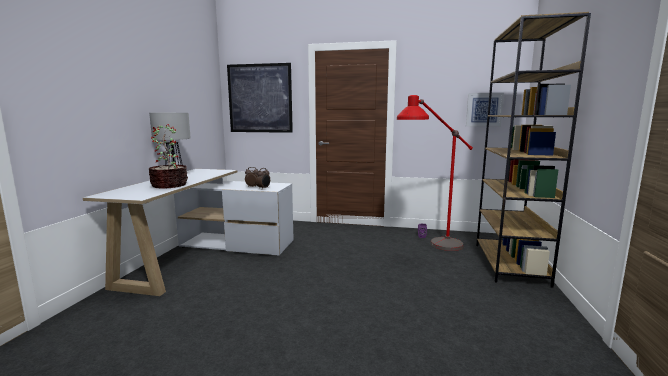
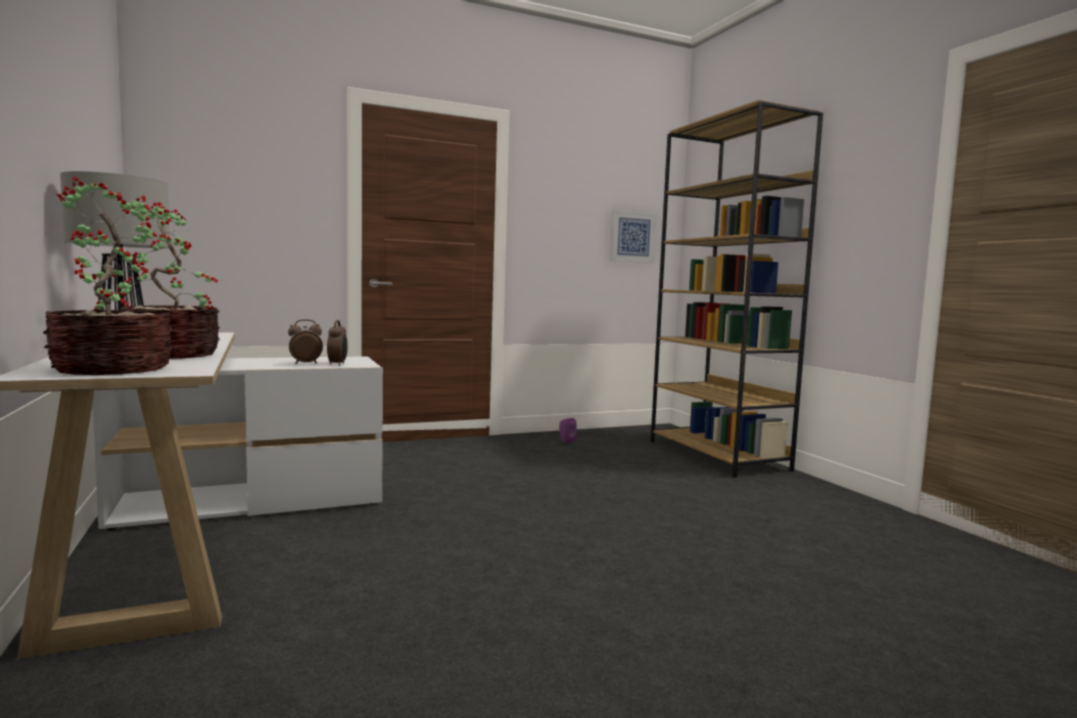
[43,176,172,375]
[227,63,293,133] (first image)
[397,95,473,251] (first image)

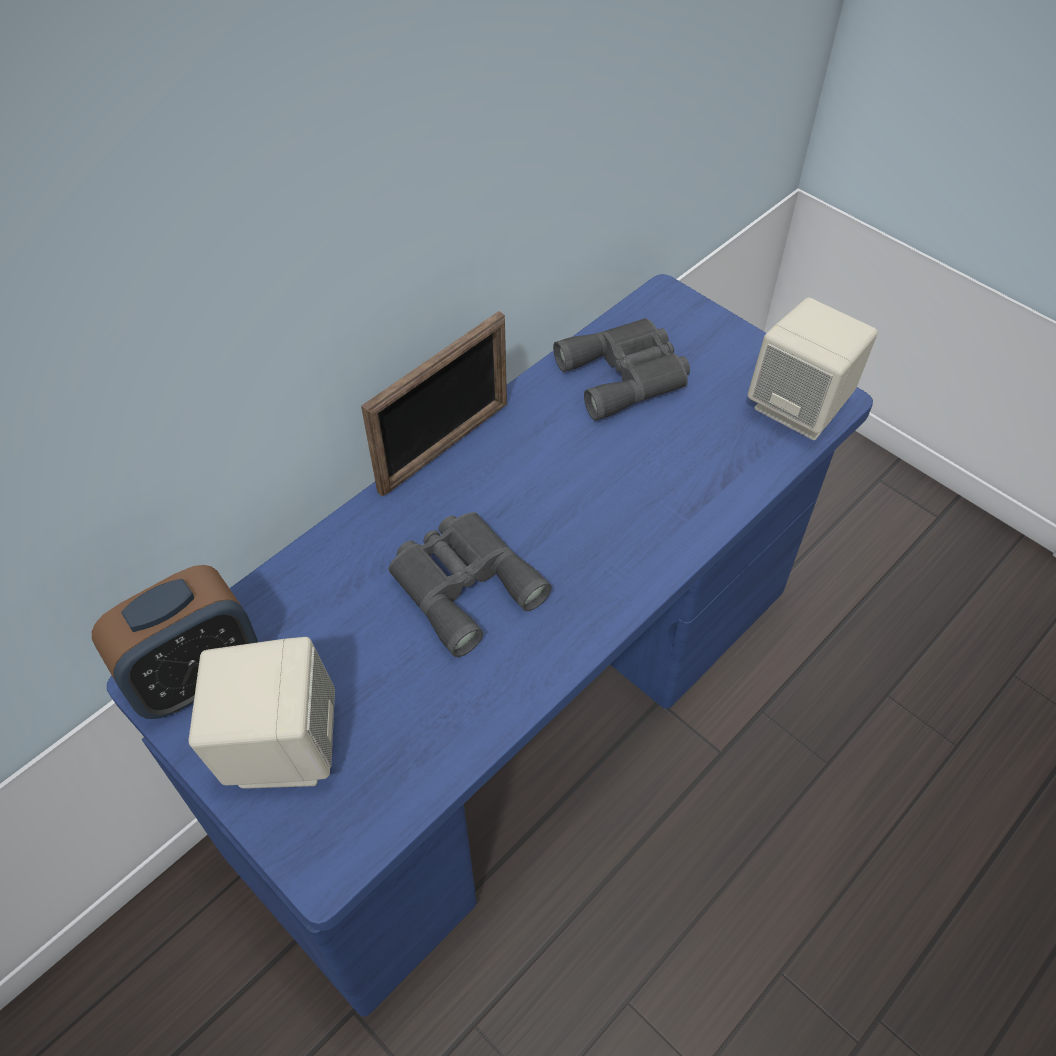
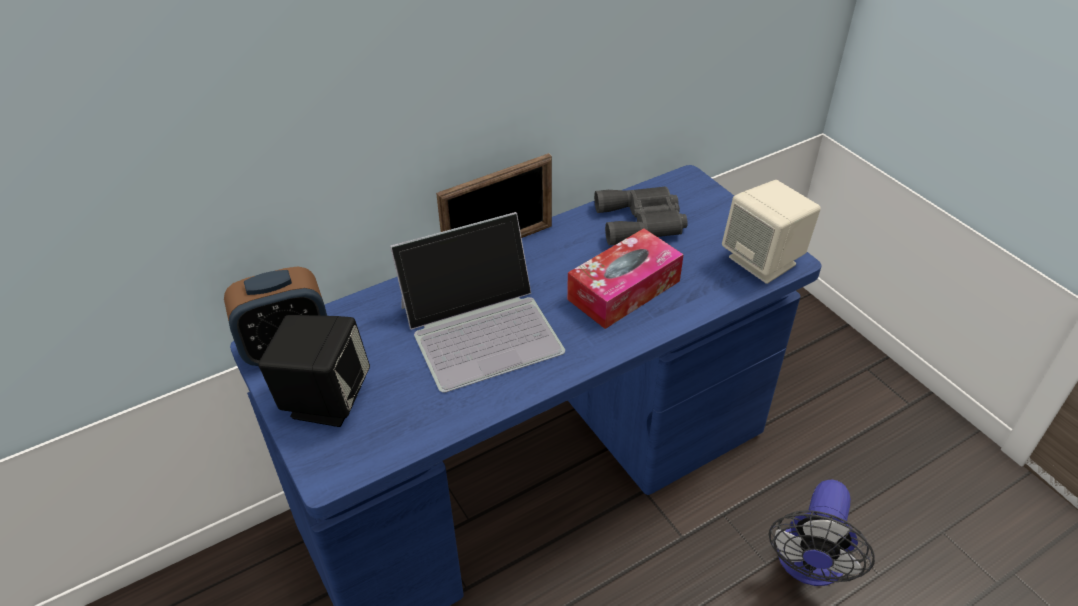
[258,315,370,427]
[390,212,565,393]
[567,228,684,329]
[769,479,875,586]

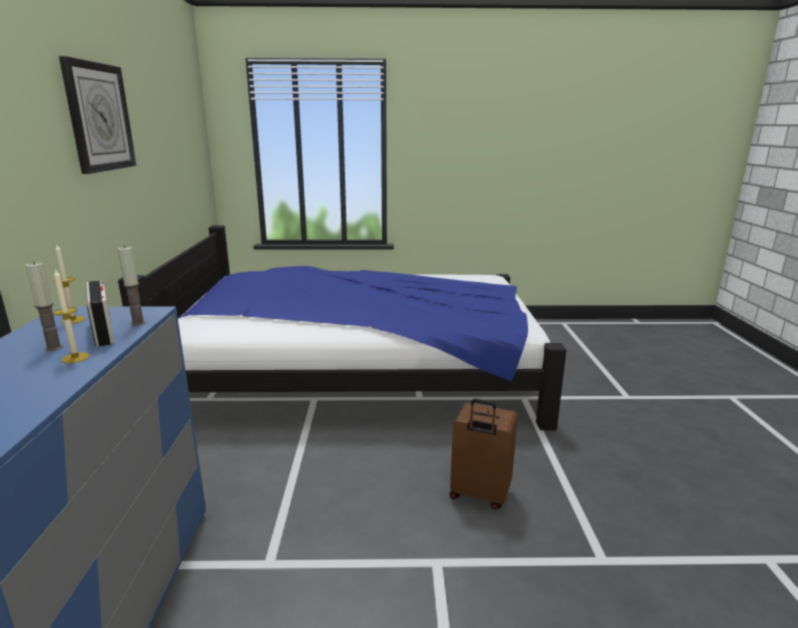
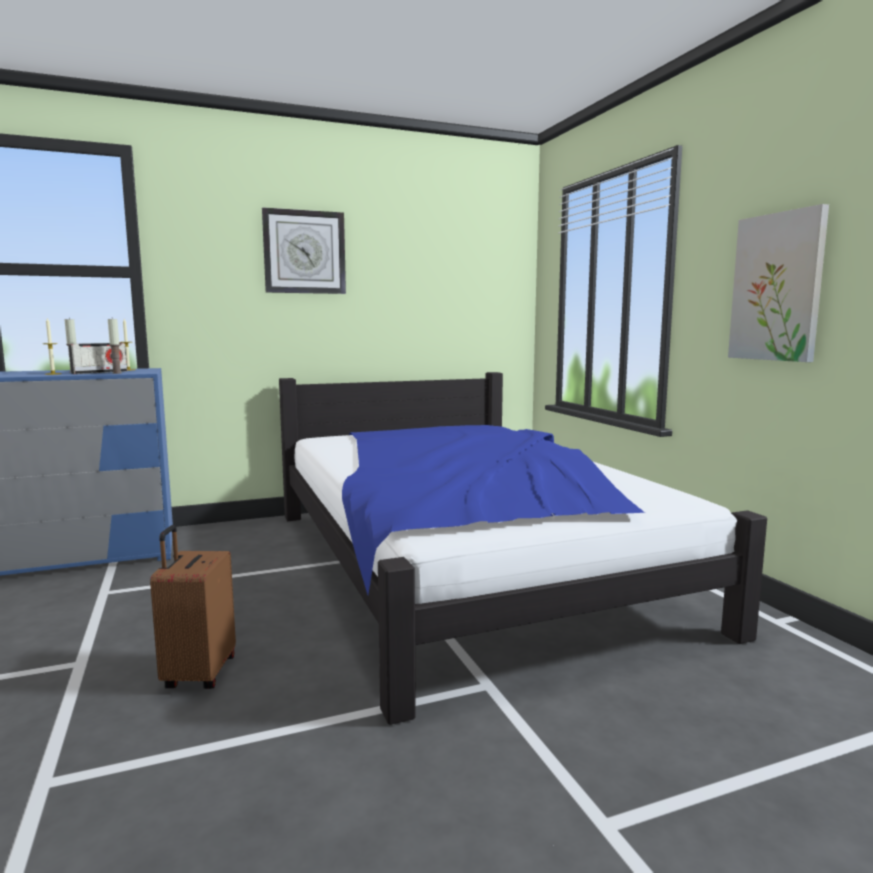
[728,204,829,362]

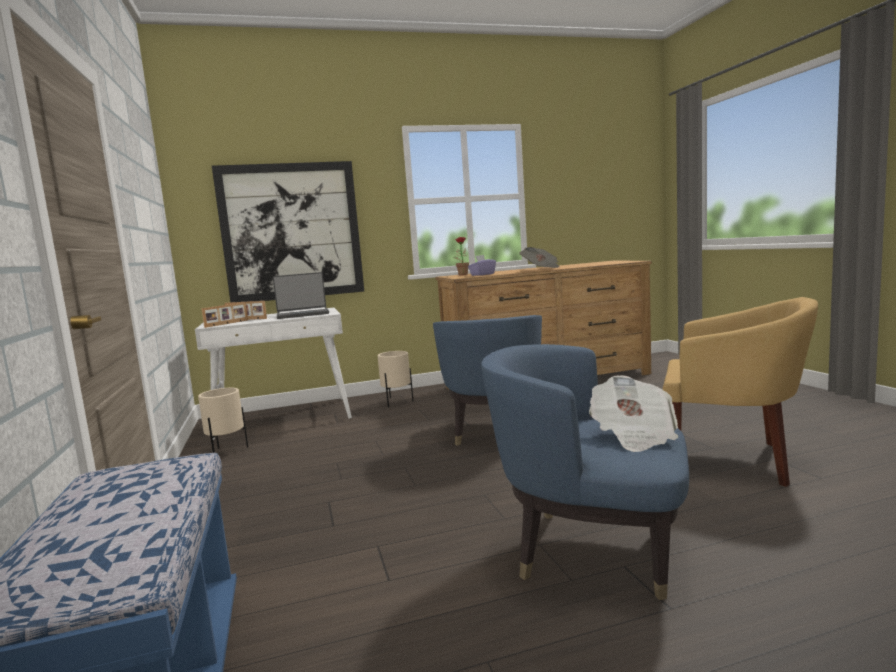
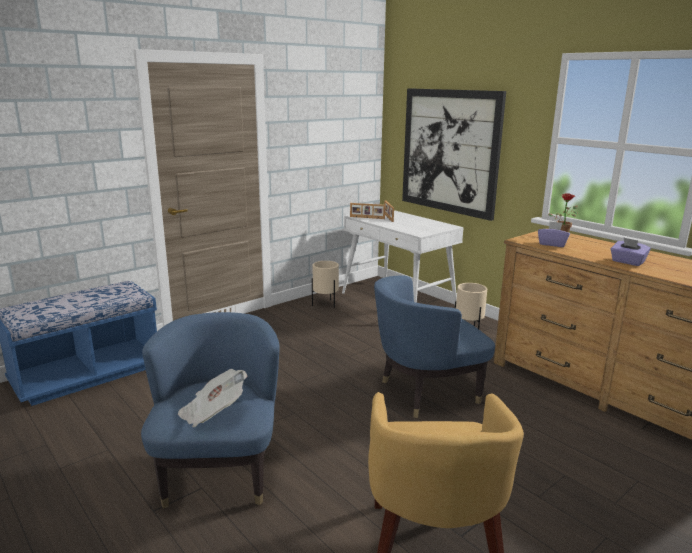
[611,238,651,266]
[273,272,329,319] (first image)

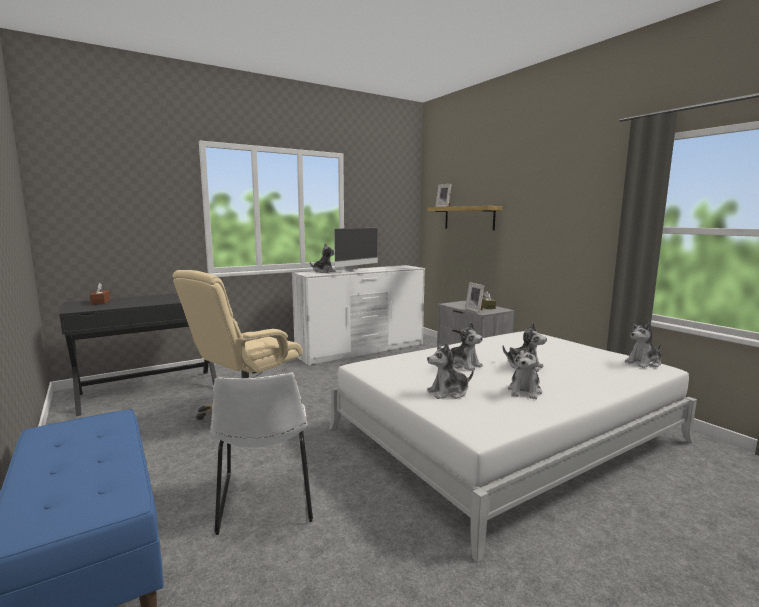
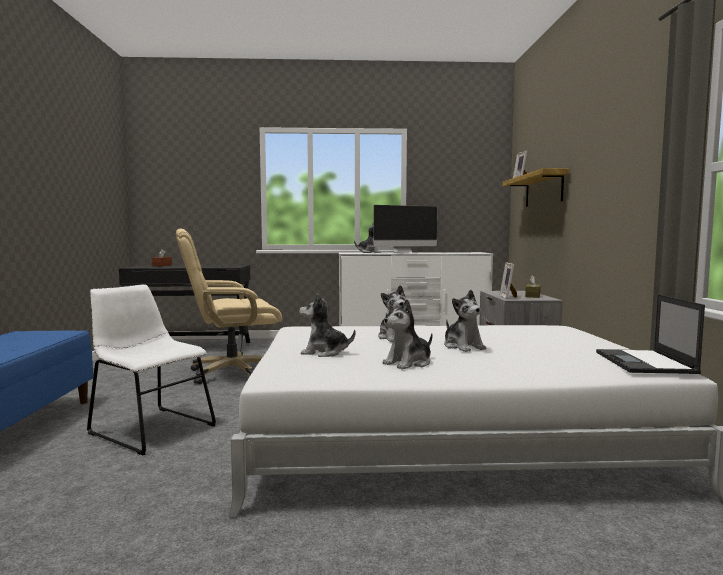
[87,284,216,456]
[596,294,705,374]

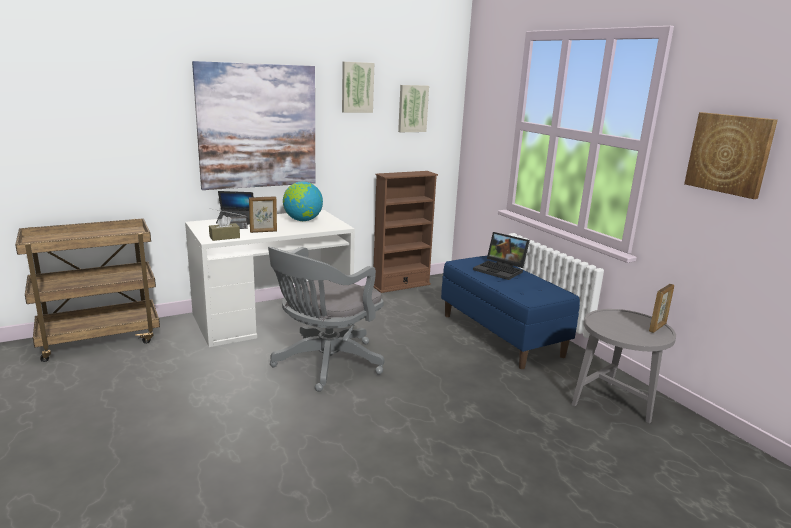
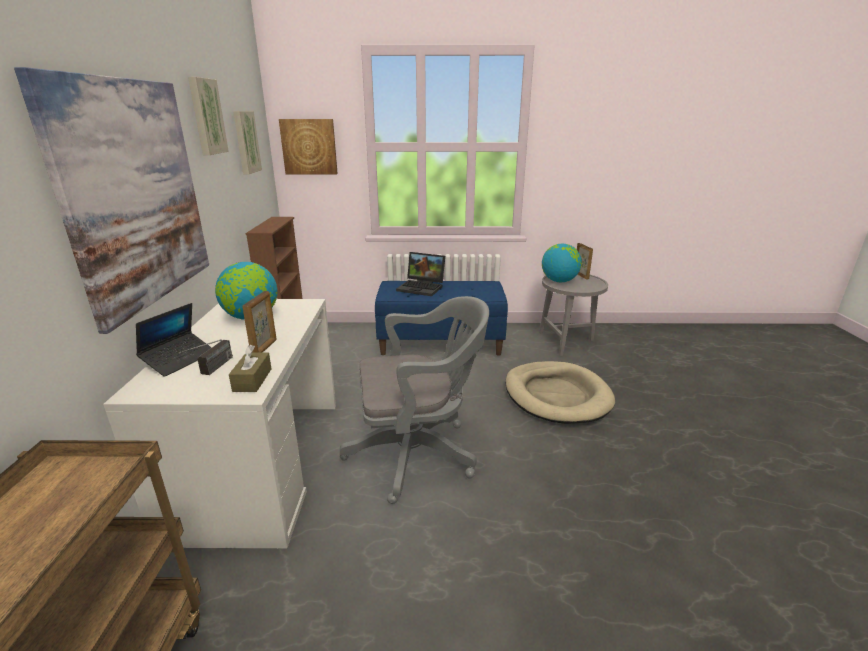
[279,119,338,175]
[340,296,489,504]
[396,252,445,296]
[505,361,615,424]
[542,244,582,283]

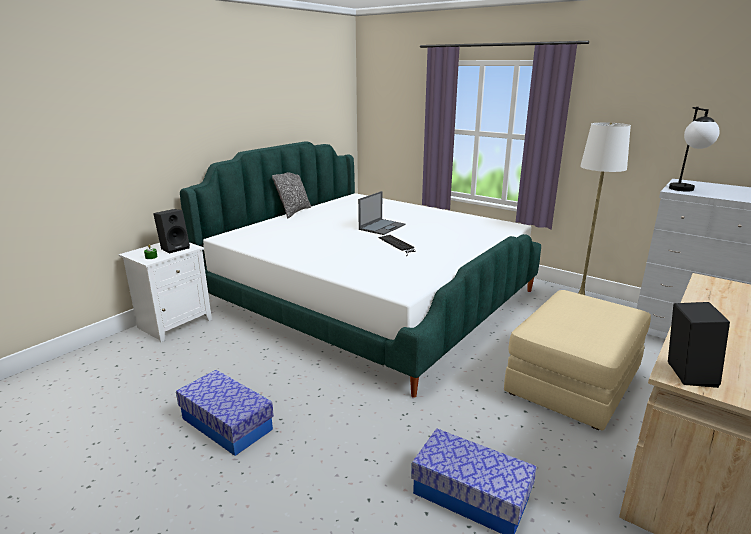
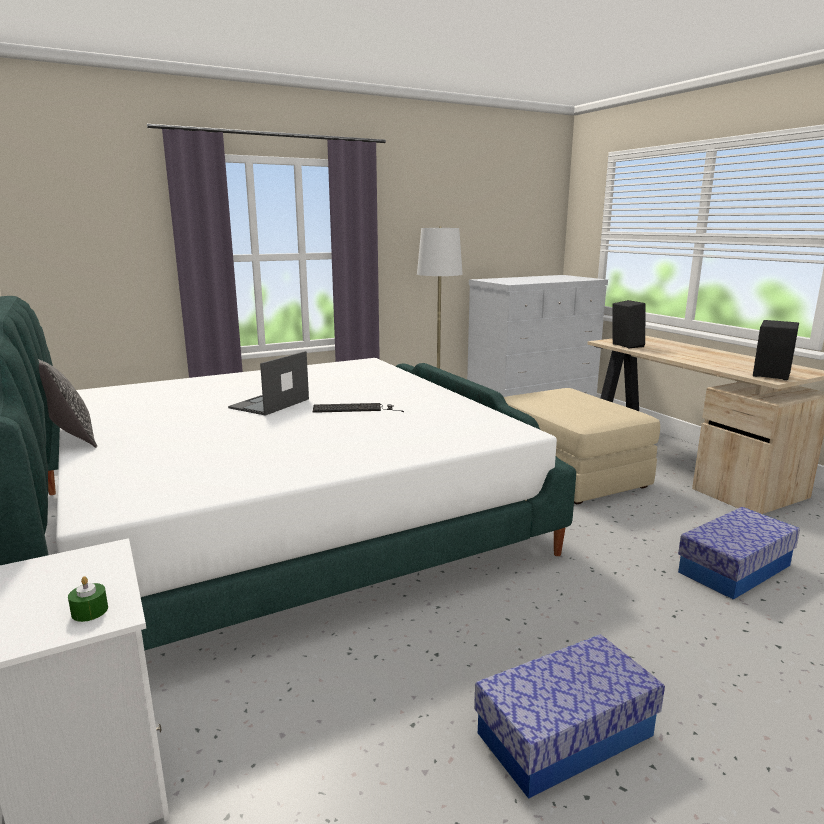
[228,351,309,416]
[612,300,646,349]
[669,107,720,192] (first image)

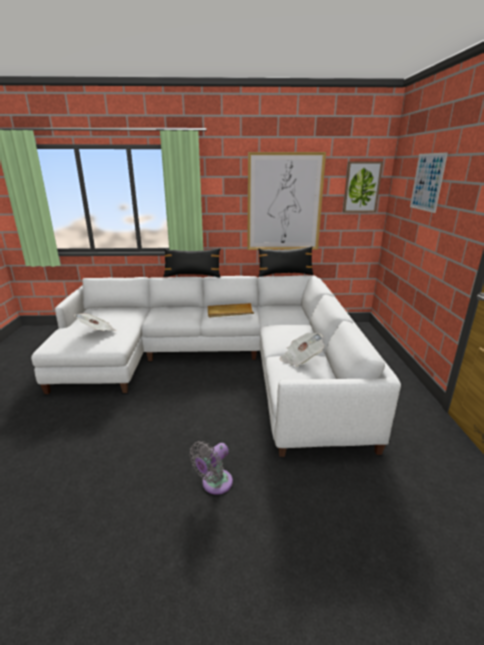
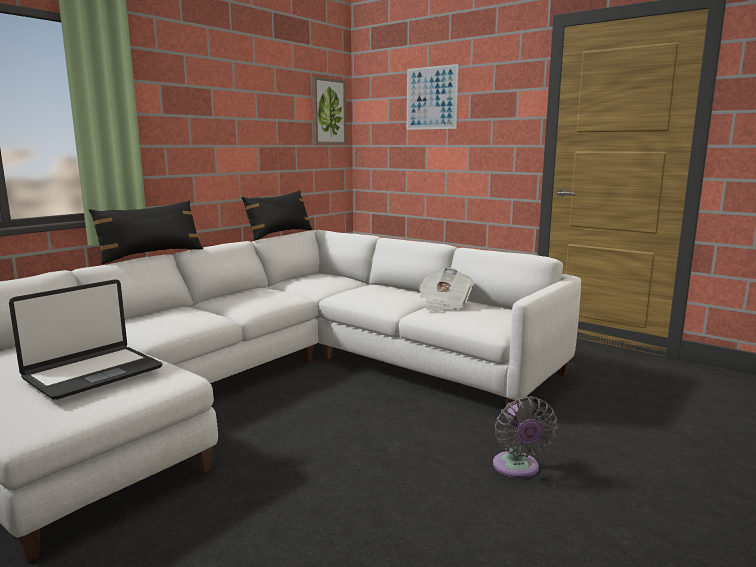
[9,279,162,400]
[208,303,254,317] (first image)
[247,152,326,250] (first image)

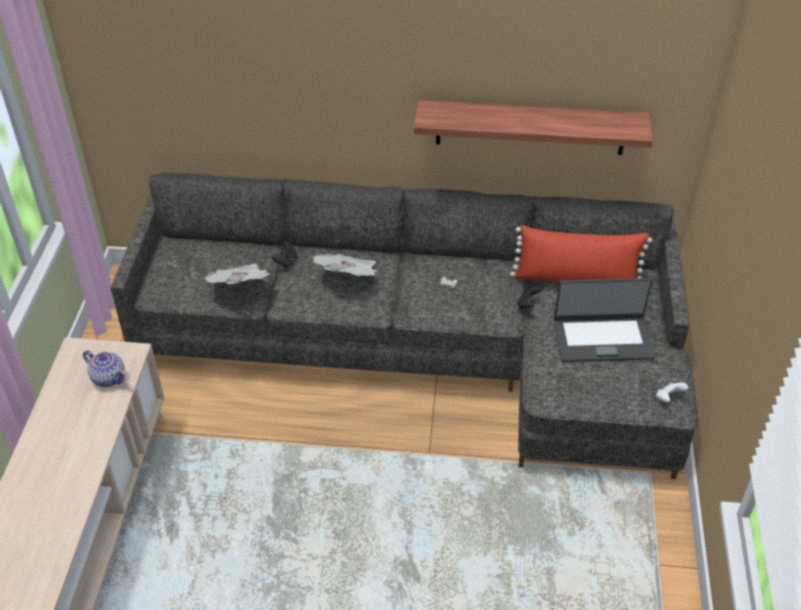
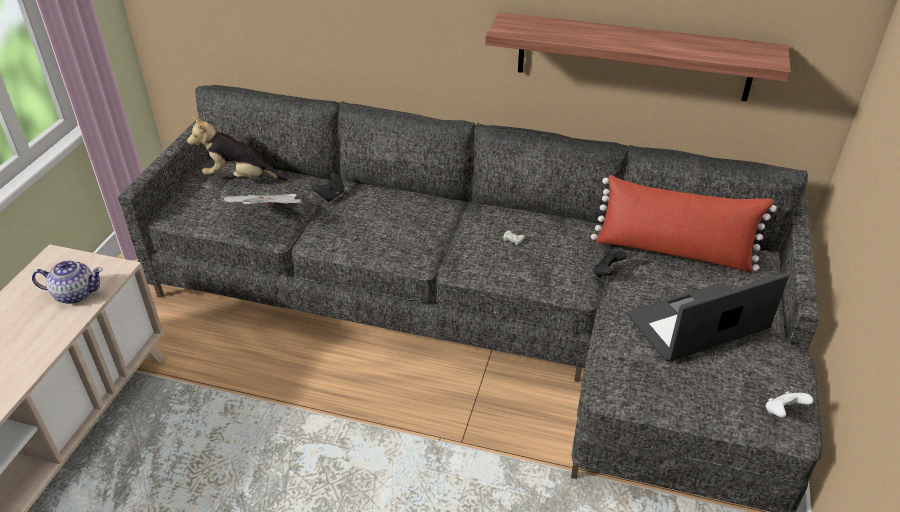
[32,260,103,304]
[187,116,288,180]
[627,272,789,362]
[313,253,377,276] (first image)

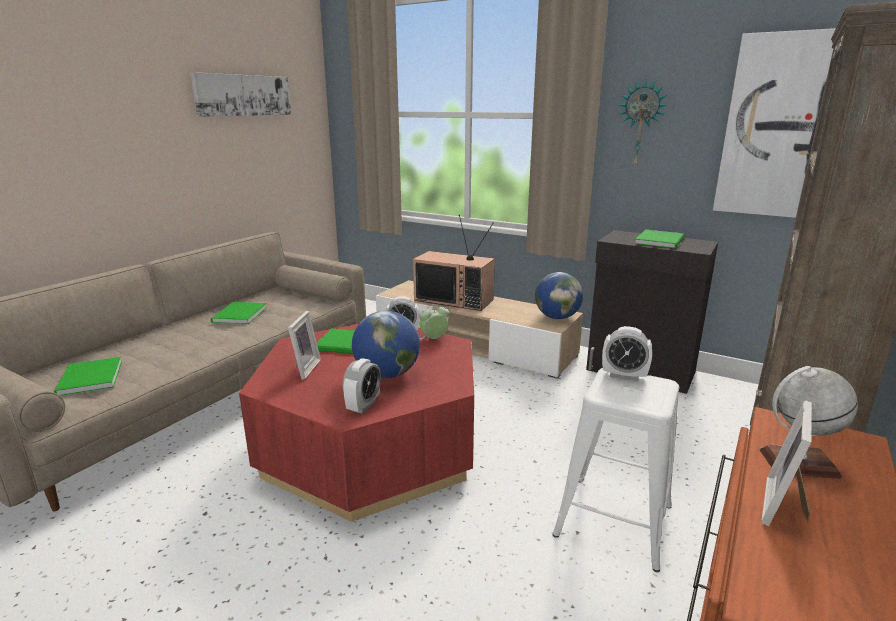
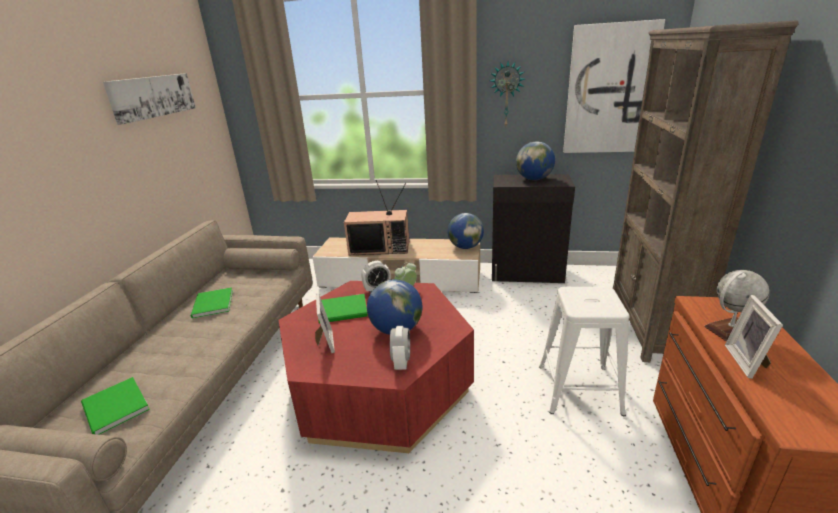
[516,141,555,180]
[602,326,652,381] (first image)

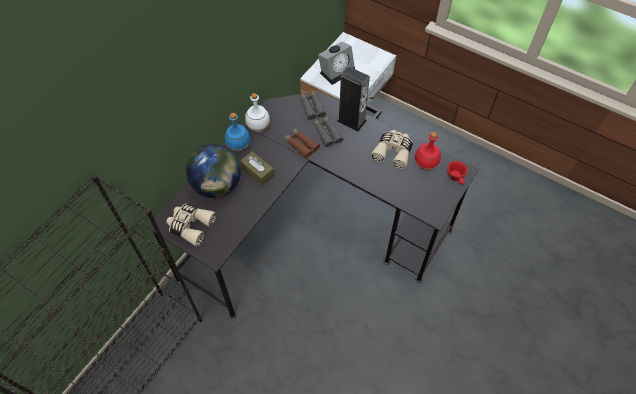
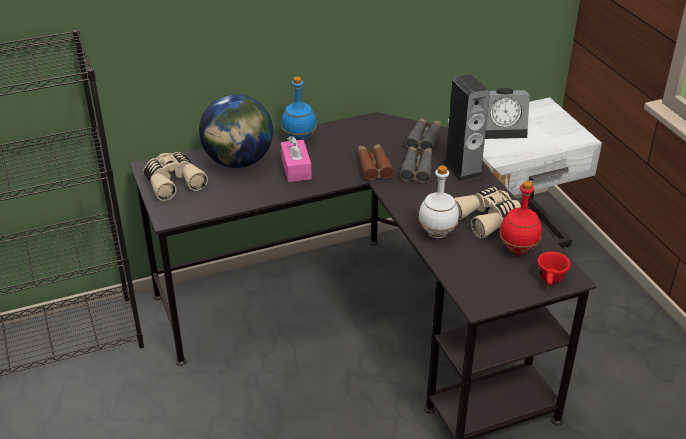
[281,136,312,182]
[418,166,459,238]

